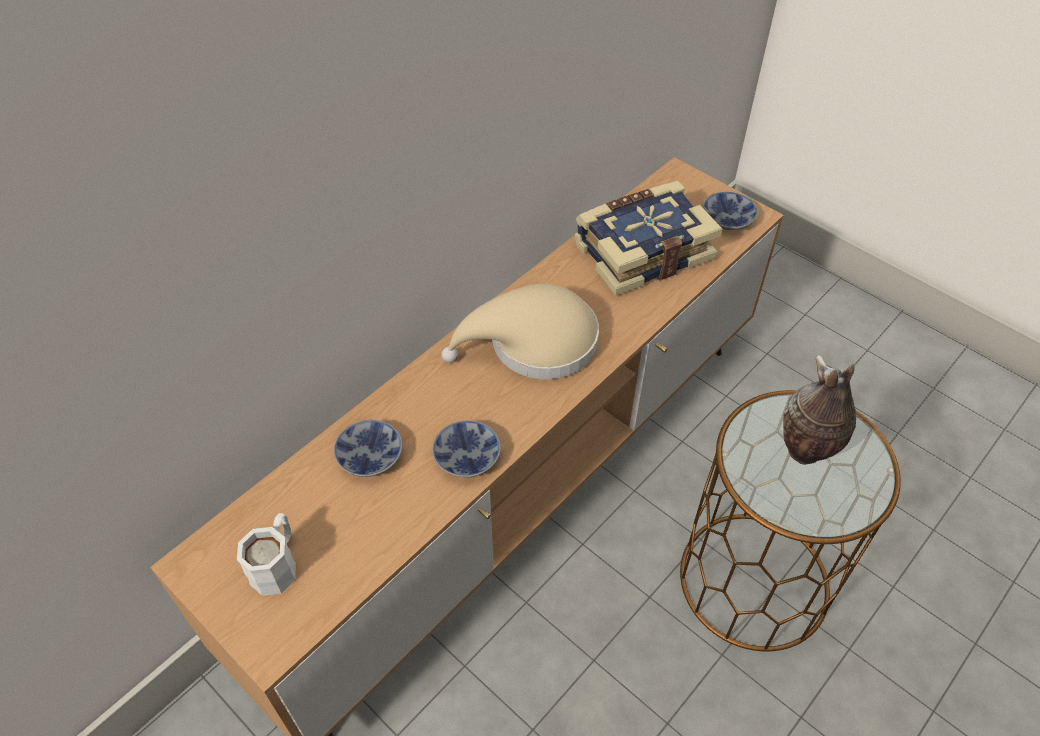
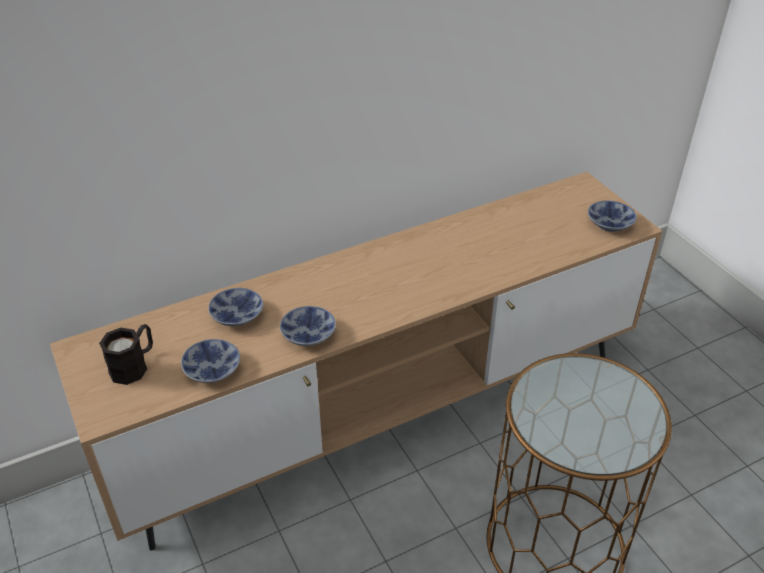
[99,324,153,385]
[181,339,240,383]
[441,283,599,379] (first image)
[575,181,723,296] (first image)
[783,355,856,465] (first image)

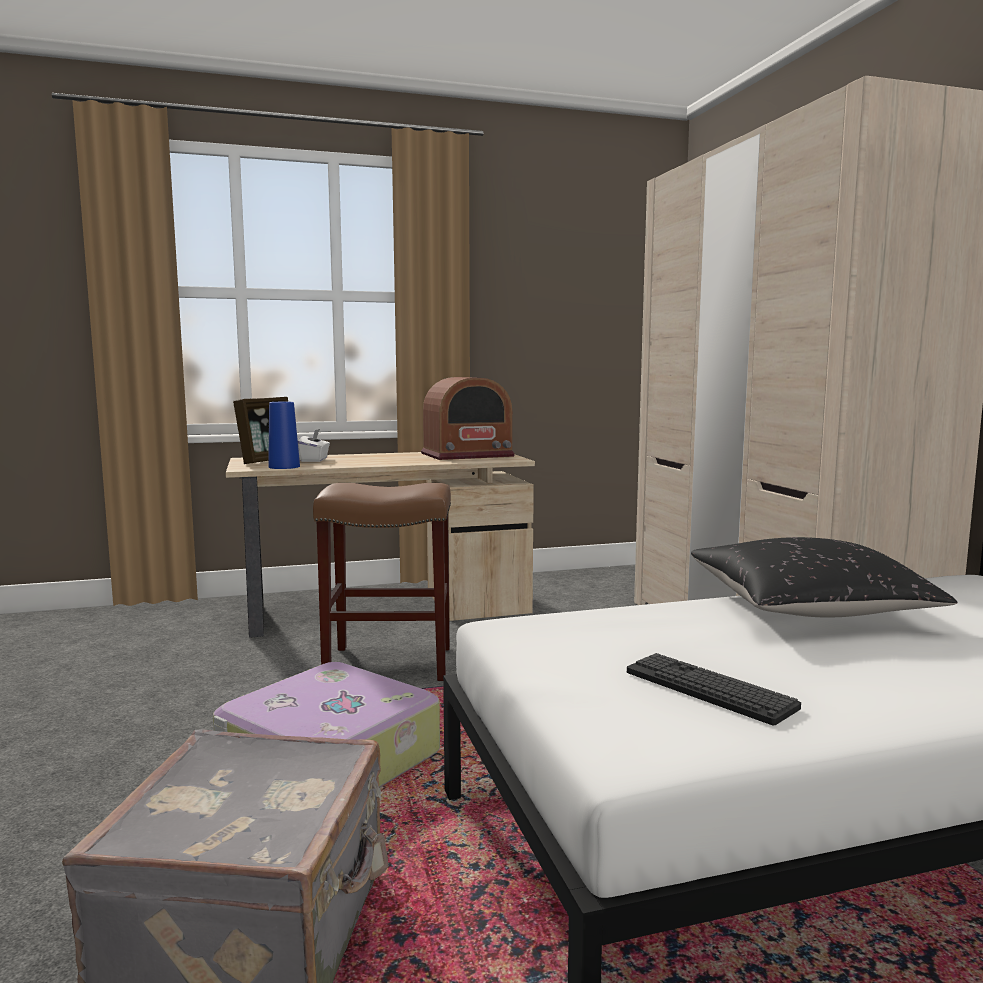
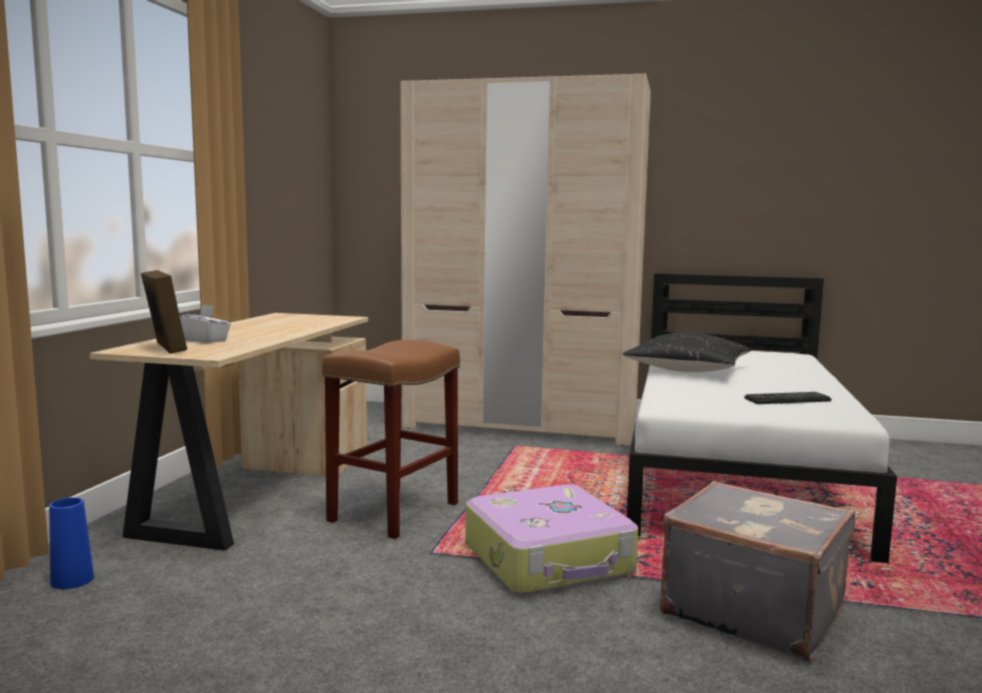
[49,497,94,589]
[421,377,515,460] (first image)

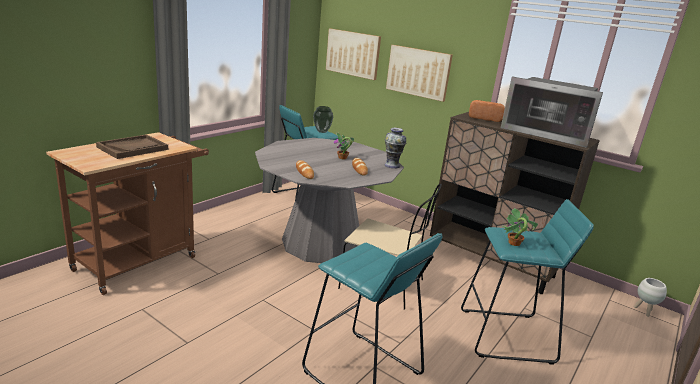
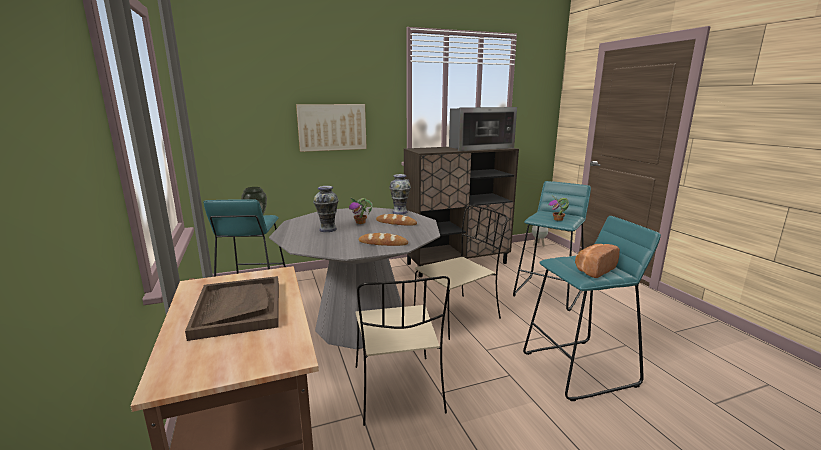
[313,186,339,232]
[356,276,450,426]
[575,244,620,278]
[326,29,381,80] (first image)

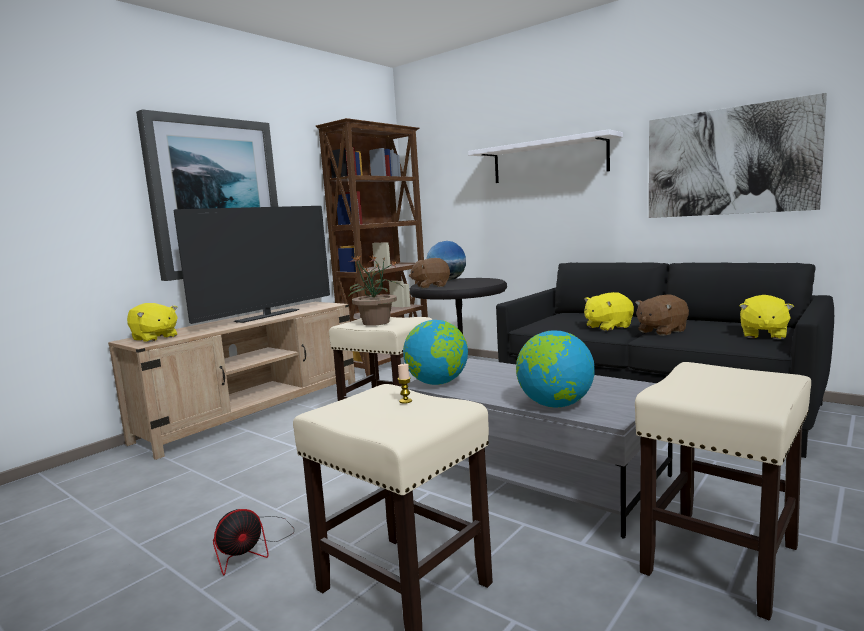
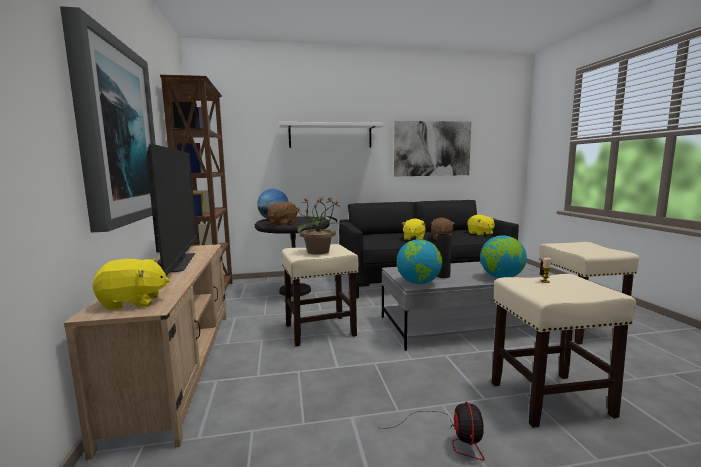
[436,234,452,278]

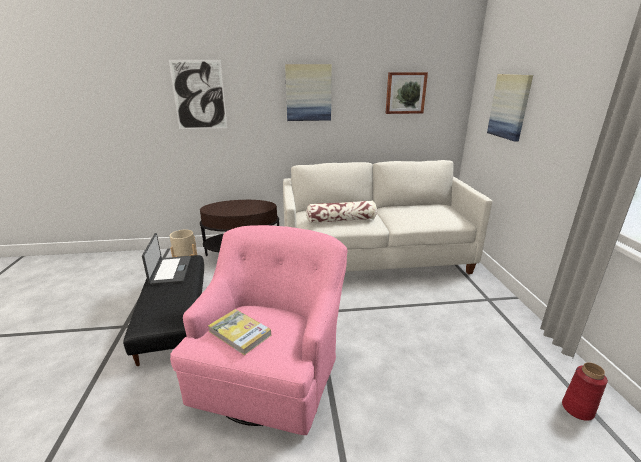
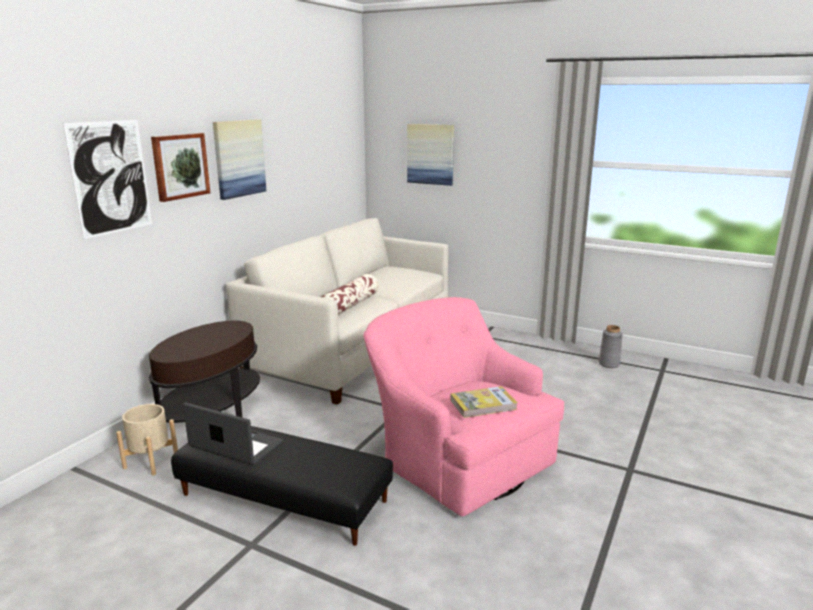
[151,133,210,202]
[599,325,623,368]

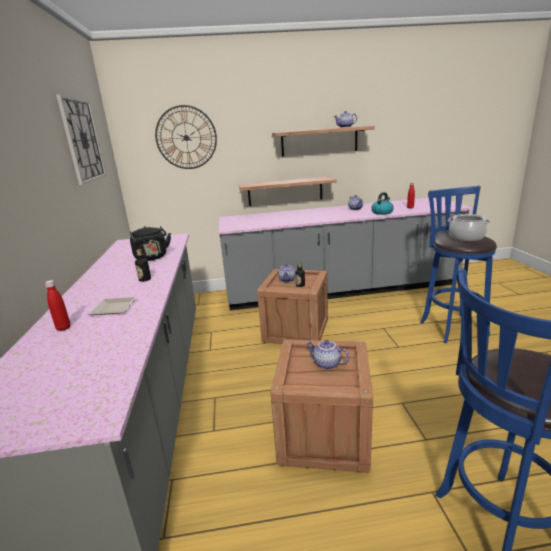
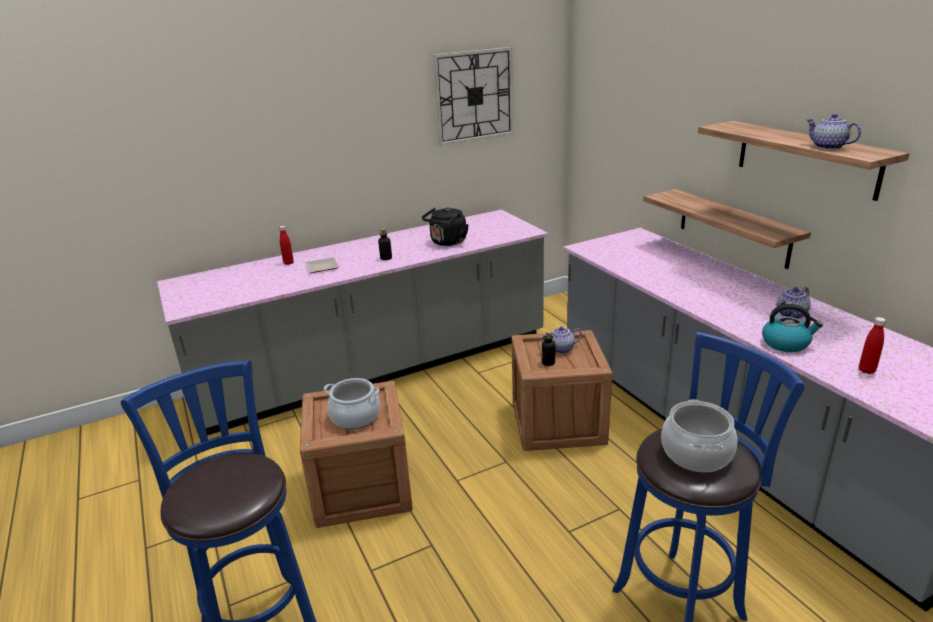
[324,378,380,429]
[155,105,217,169] (first image)

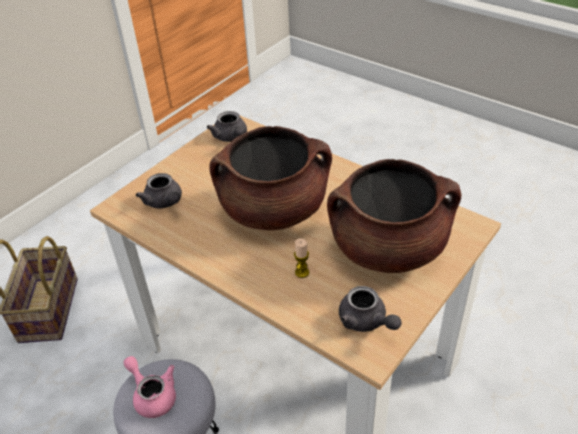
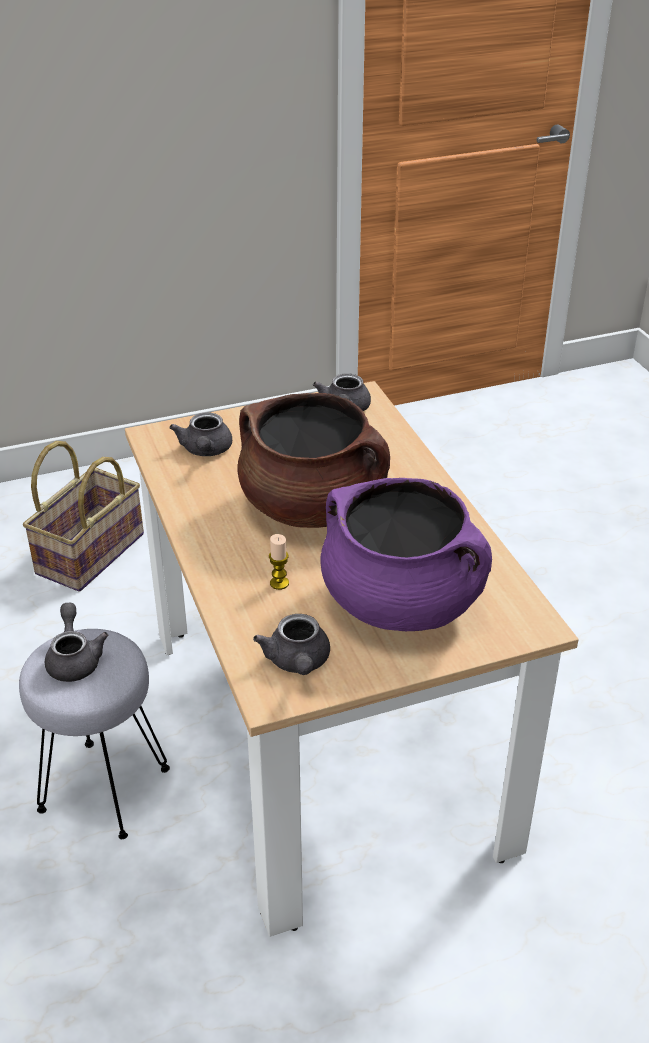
[45,603,108,682]
[320,478,492,631]

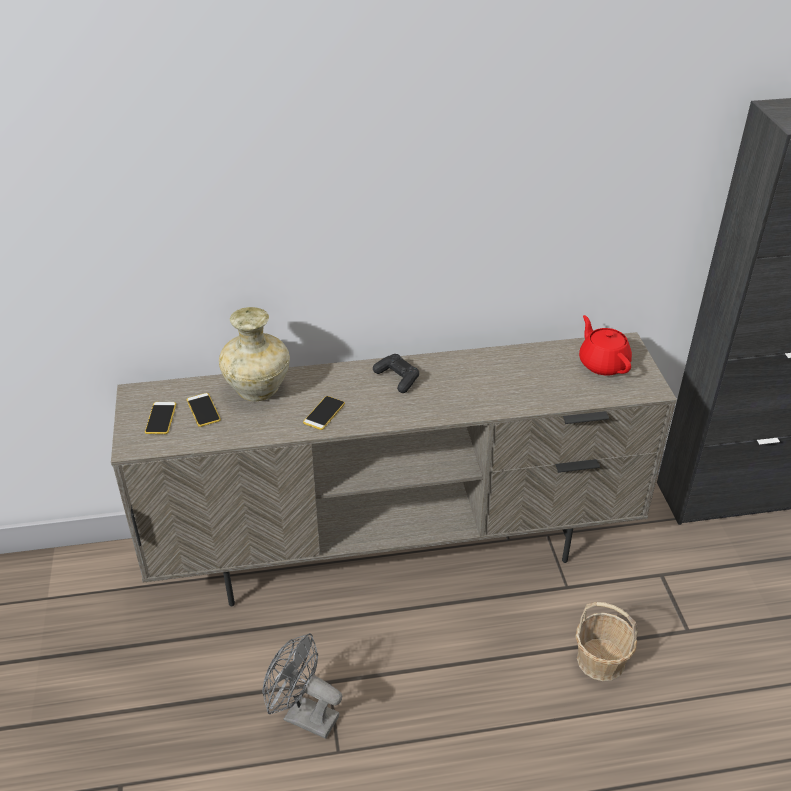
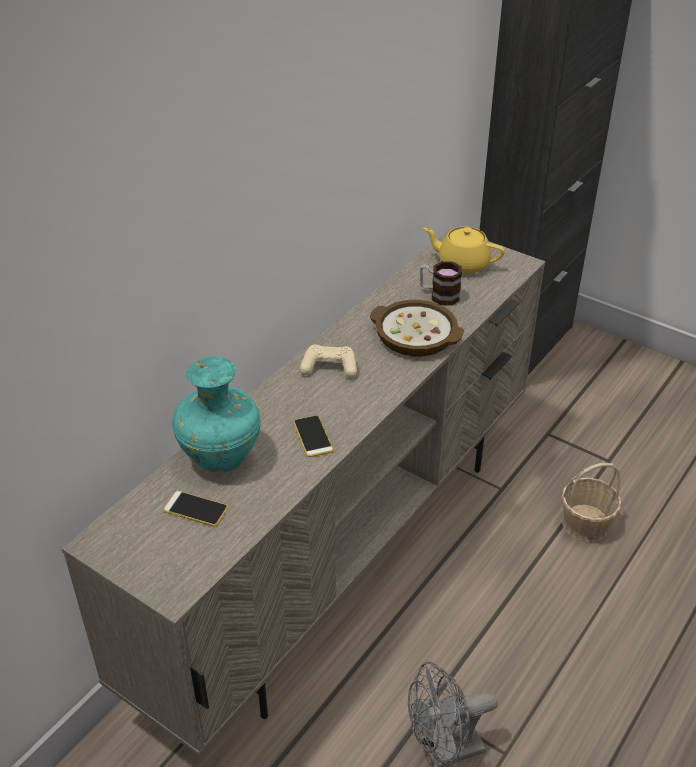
[172,357,261,473]
[300,345,357,378]
[370,300,464,357]
[420,261,462,306]
[423,227,505,274]
[145,402,176,434] (first image)

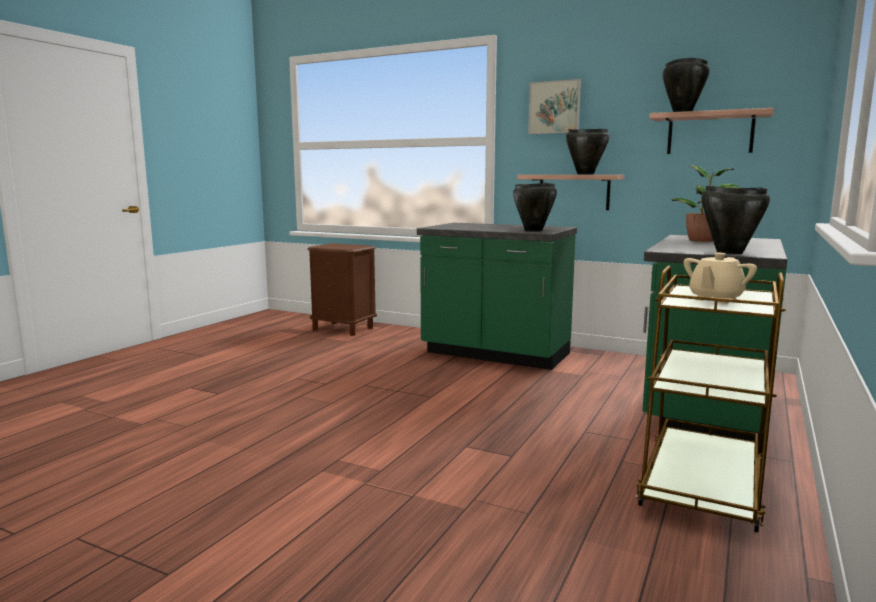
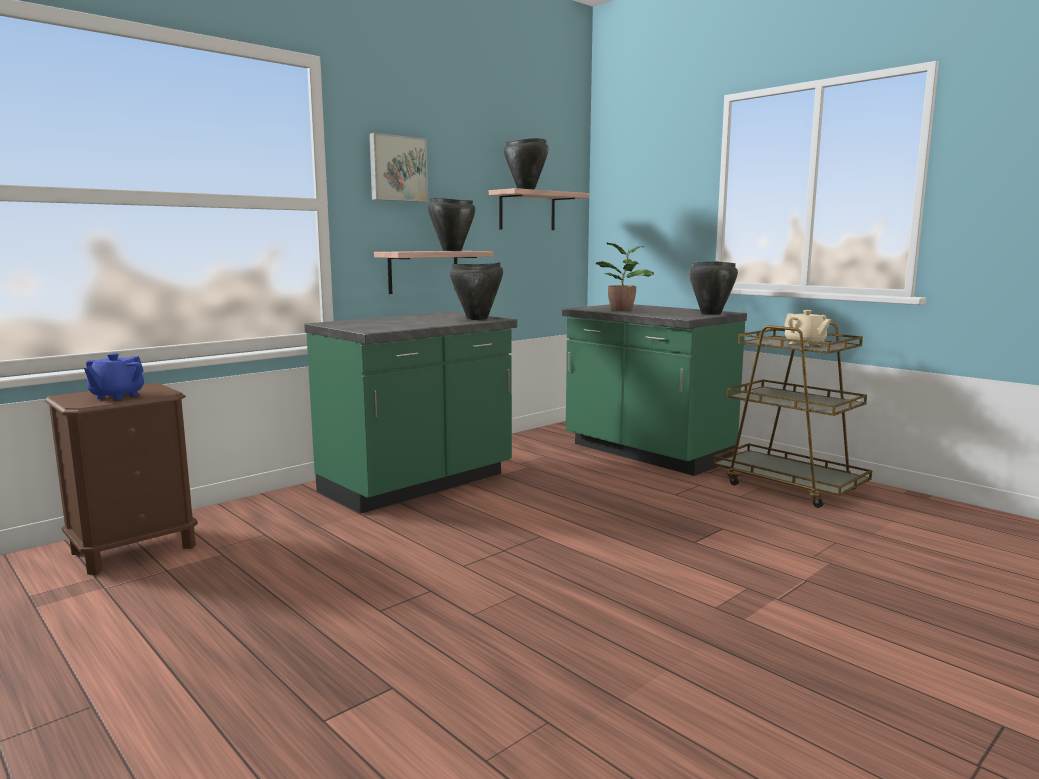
[84,353,144,400]

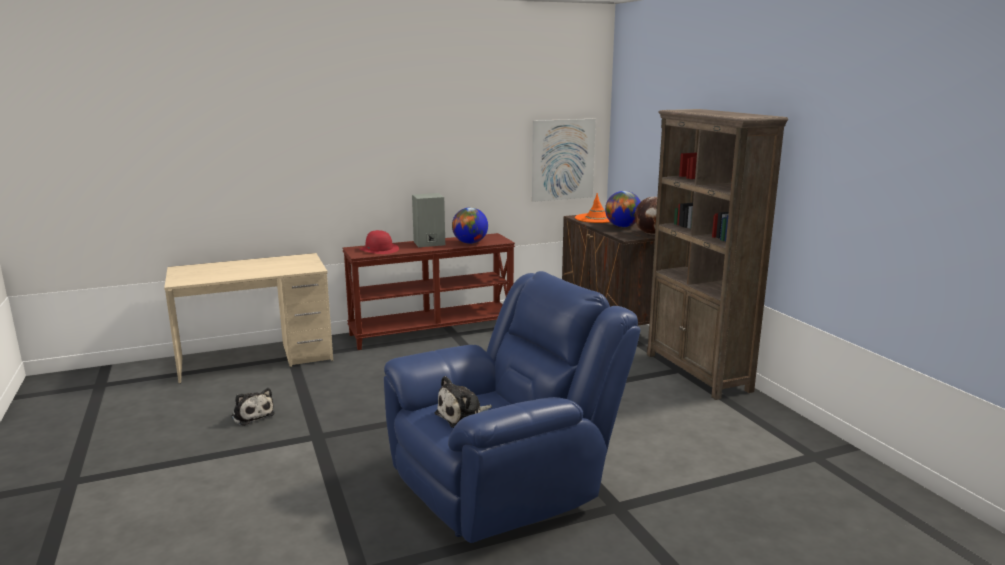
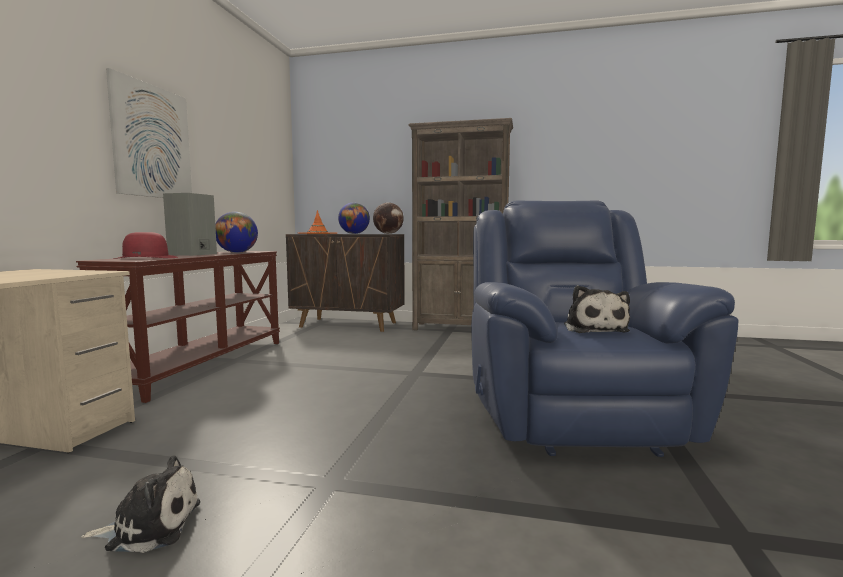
[106,68,192,198]

